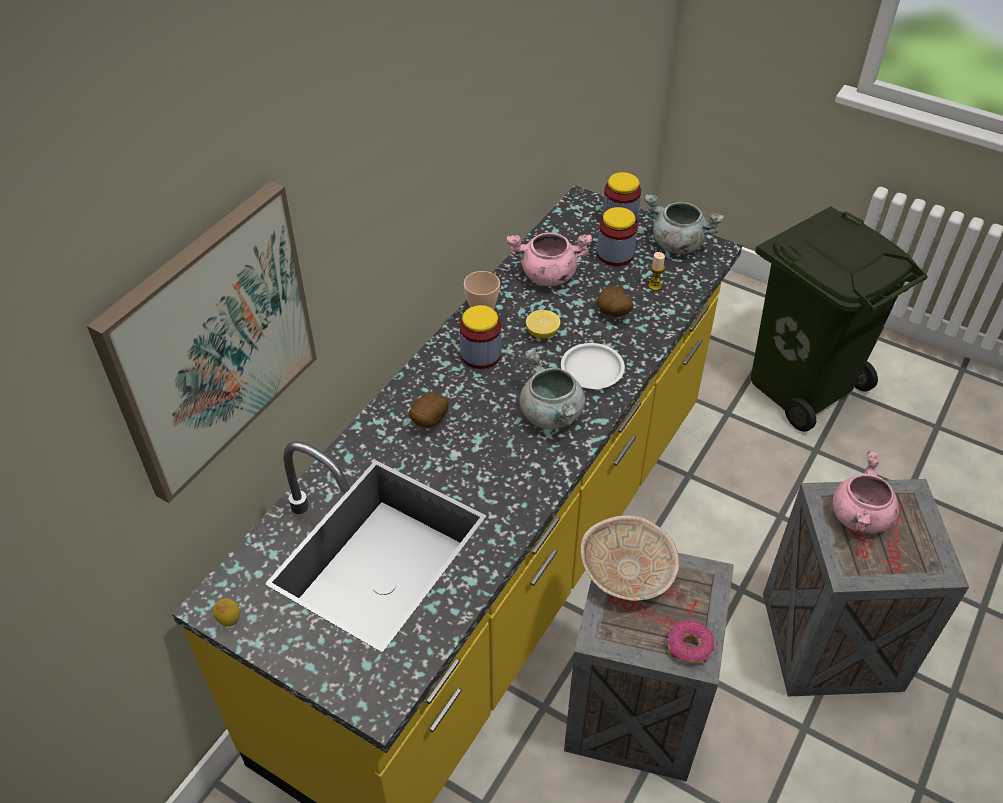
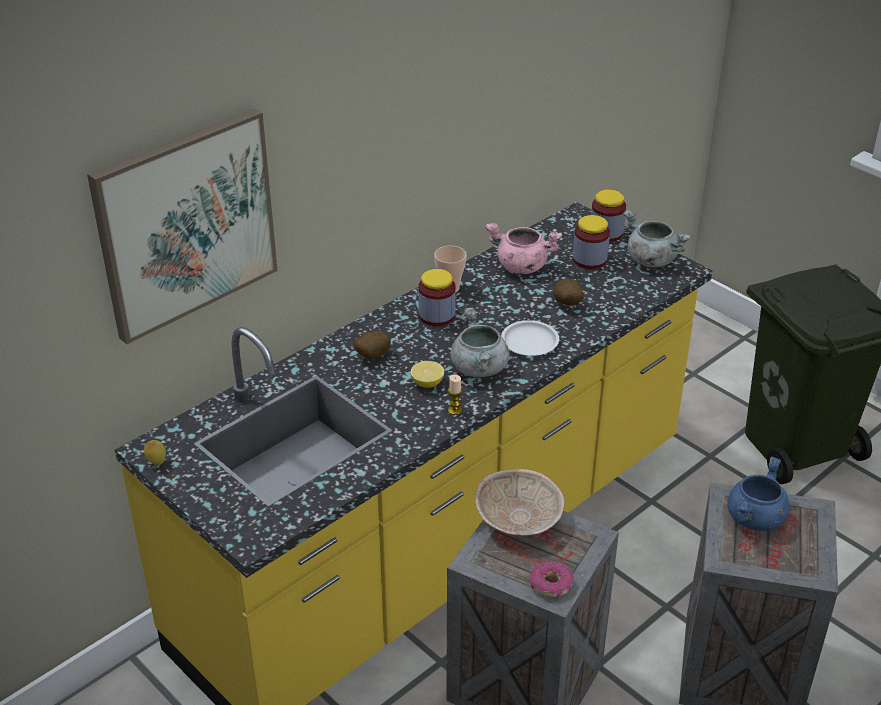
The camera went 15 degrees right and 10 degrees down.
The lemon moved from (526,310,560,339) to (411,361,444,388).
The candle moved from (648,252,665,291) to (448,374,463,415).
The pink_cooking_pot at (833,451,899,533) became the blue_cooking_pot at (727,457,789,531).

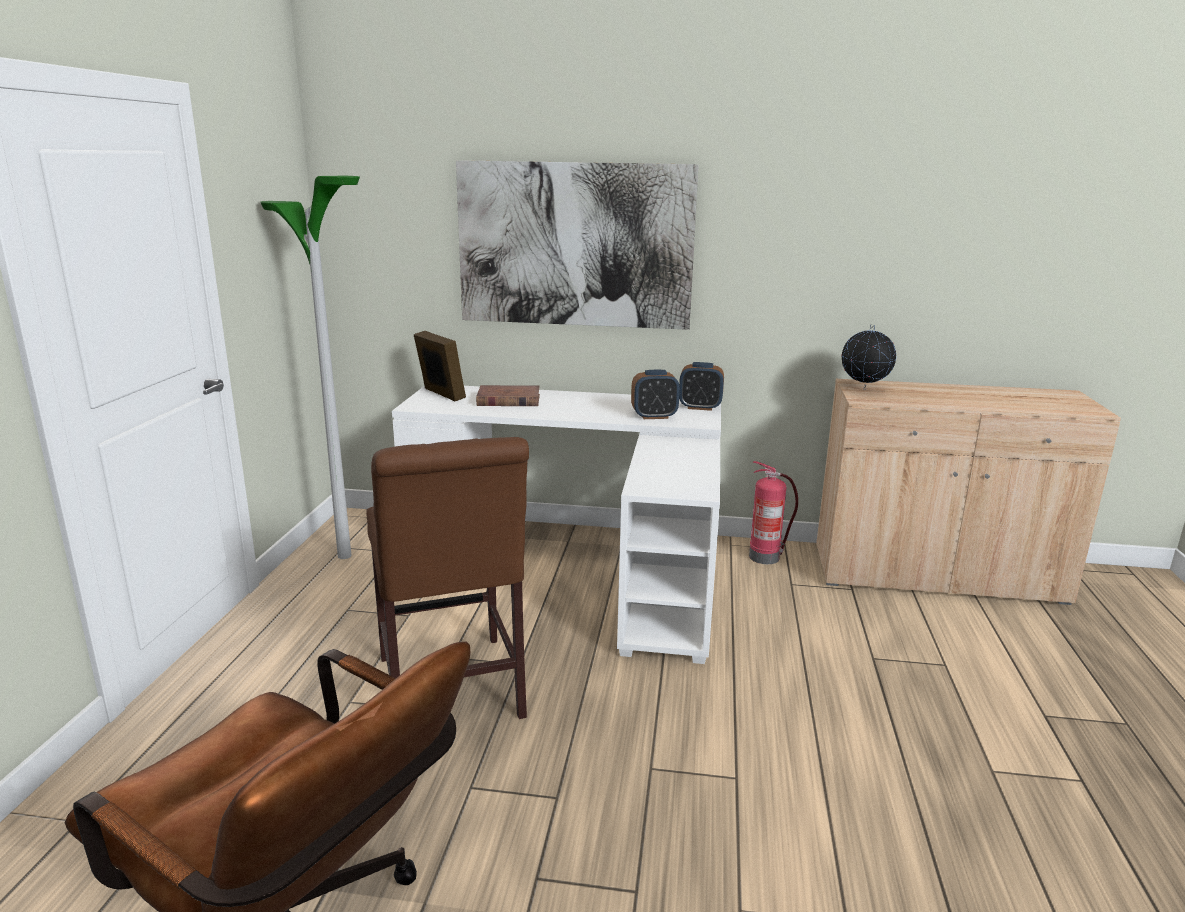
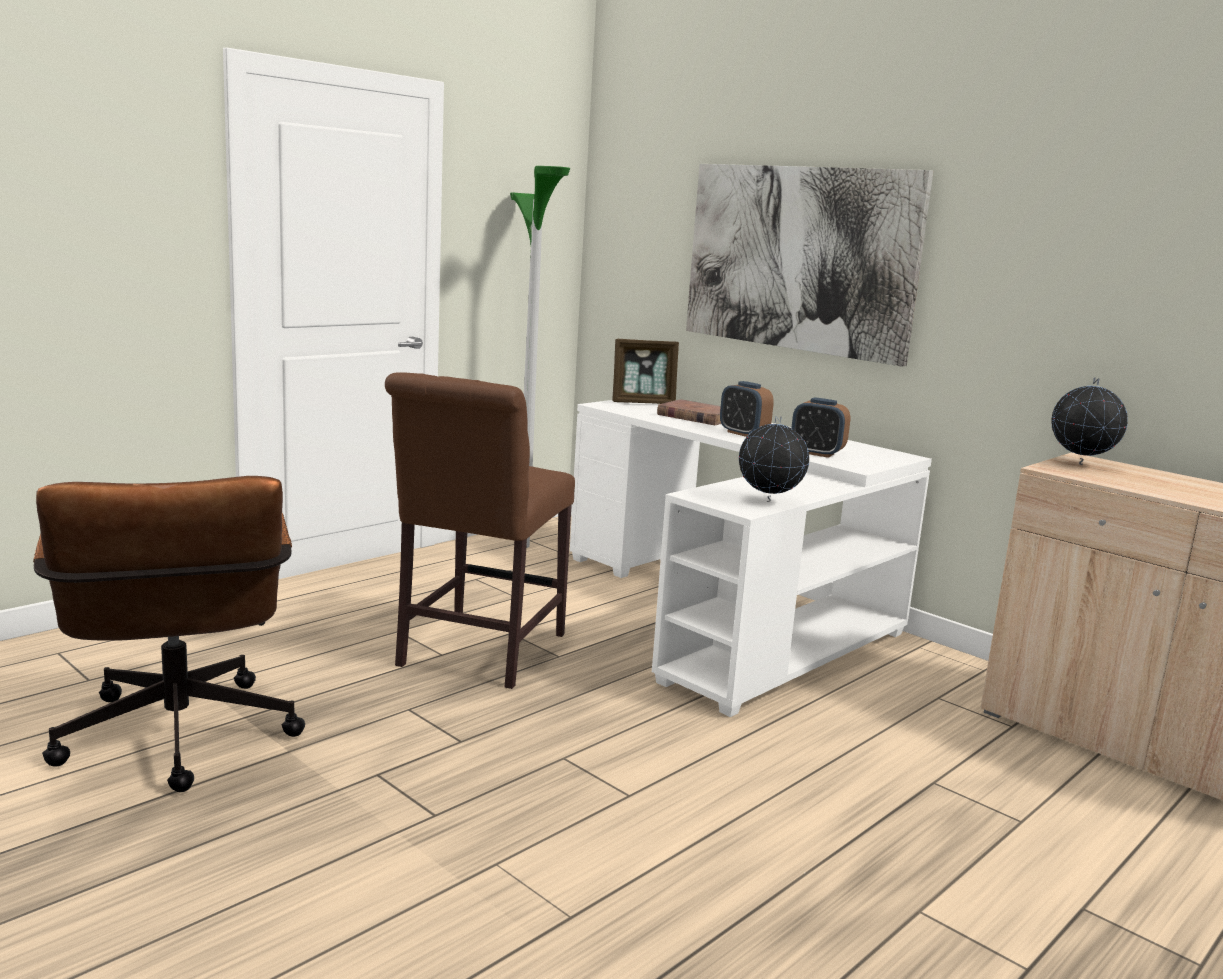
The camera went 35 degrees right and 5 degrees down.
The picture_frame at (414,331,466,401) turned 90 degrees clockwise.
The alarm_clock moved from (679,362,724,411) to (720,381,774,437).
The fire_extinguisher at (749,461,798,564) disappeared.
The globe at (739,416,809,502) appeared.

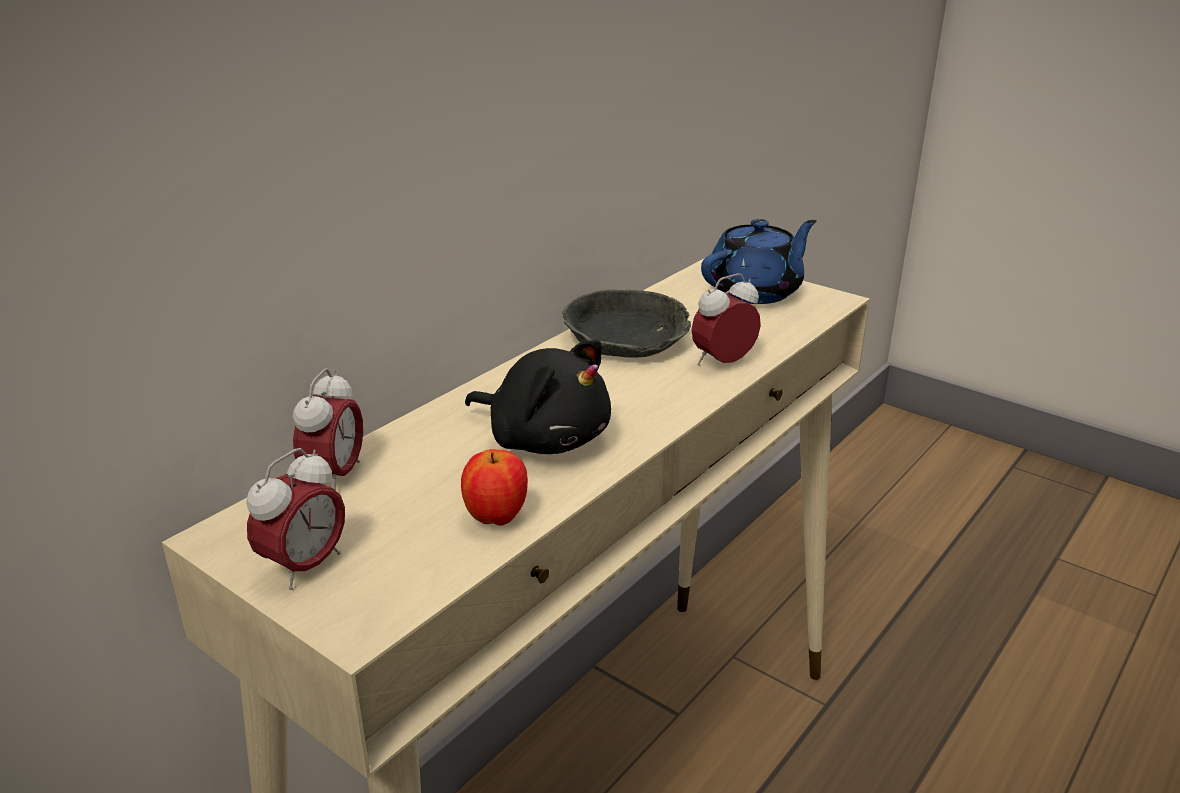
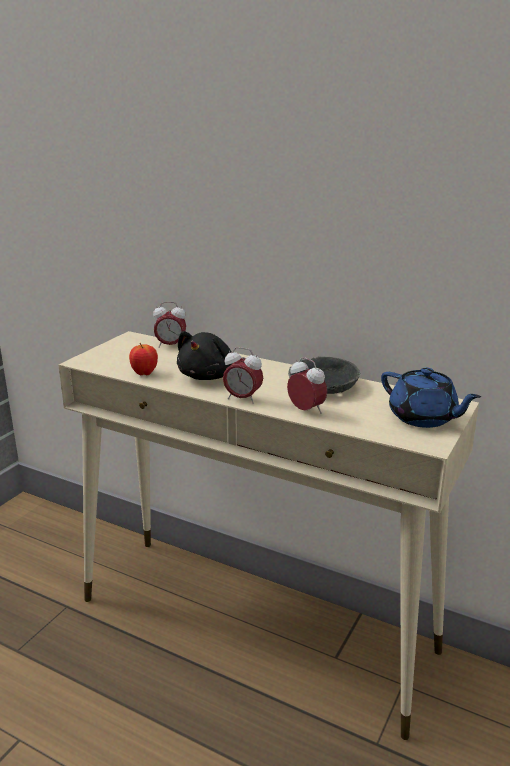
The camera went 80 degrees right and 5 degrees down.
The alarm_clock moved from (246,448,345,590) to (223,347,263,404).

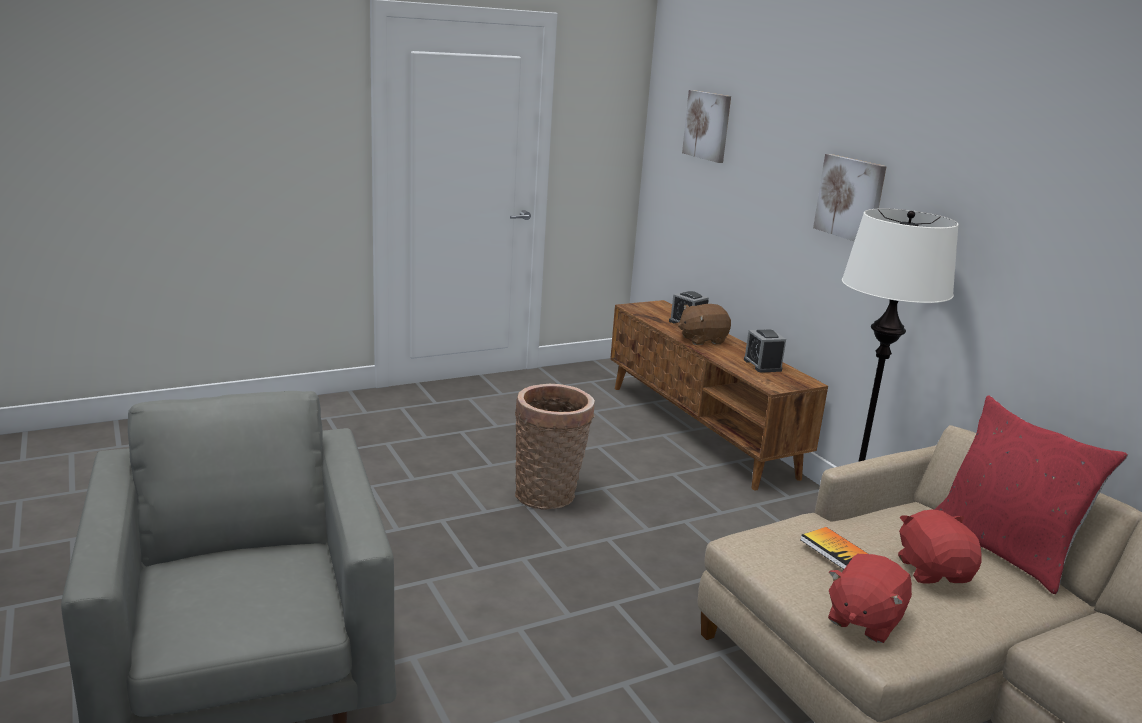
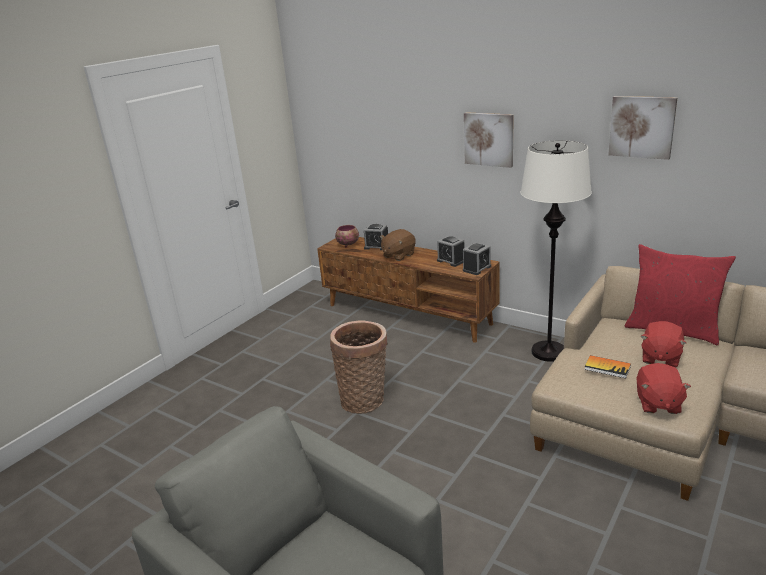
The camera went 25 degrees left and 5 degrees up.
The picture moved from (682,90,731,163) to (608,96,678,160).
The red_plush_toy at (898,509,982,583) turned 120 degrees counterclockwise.
The bowl at (335,225,359,247) appeared.
The alarm_clock at (463,243,491,275) appeared.

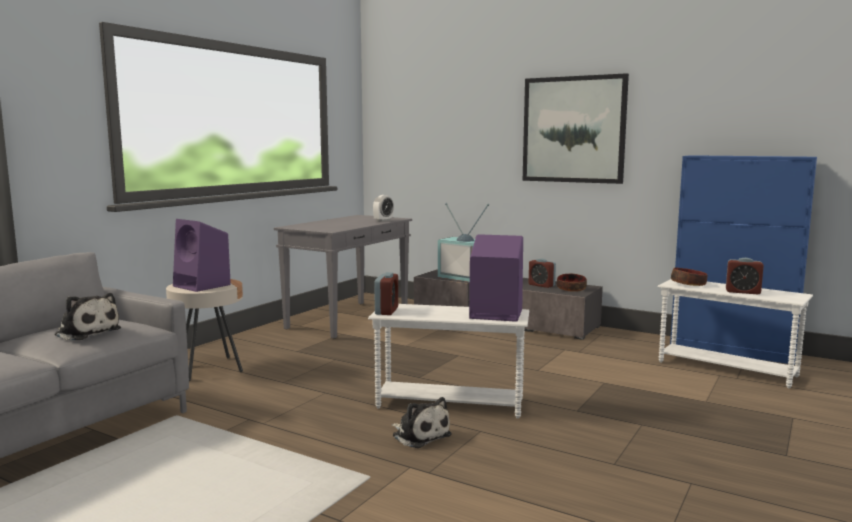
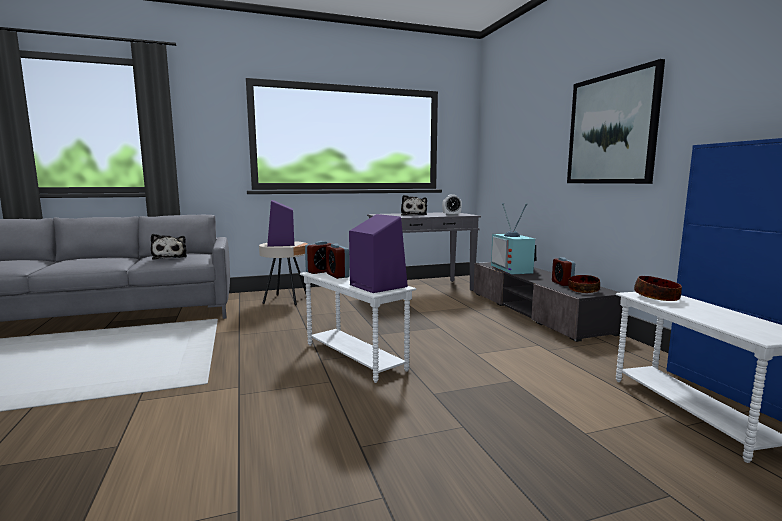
The camera went 40 degrees right and 0 degrees up.
The plush_toy moved from (391,397,452,448) to (401,195,427,215).
The alarm_clock moved from (726,258,764,294) to (326,243,349,279).

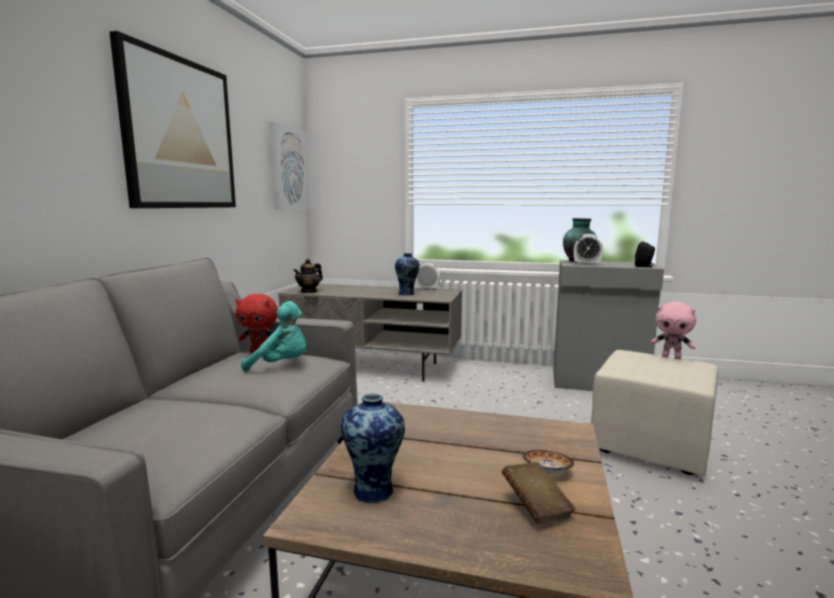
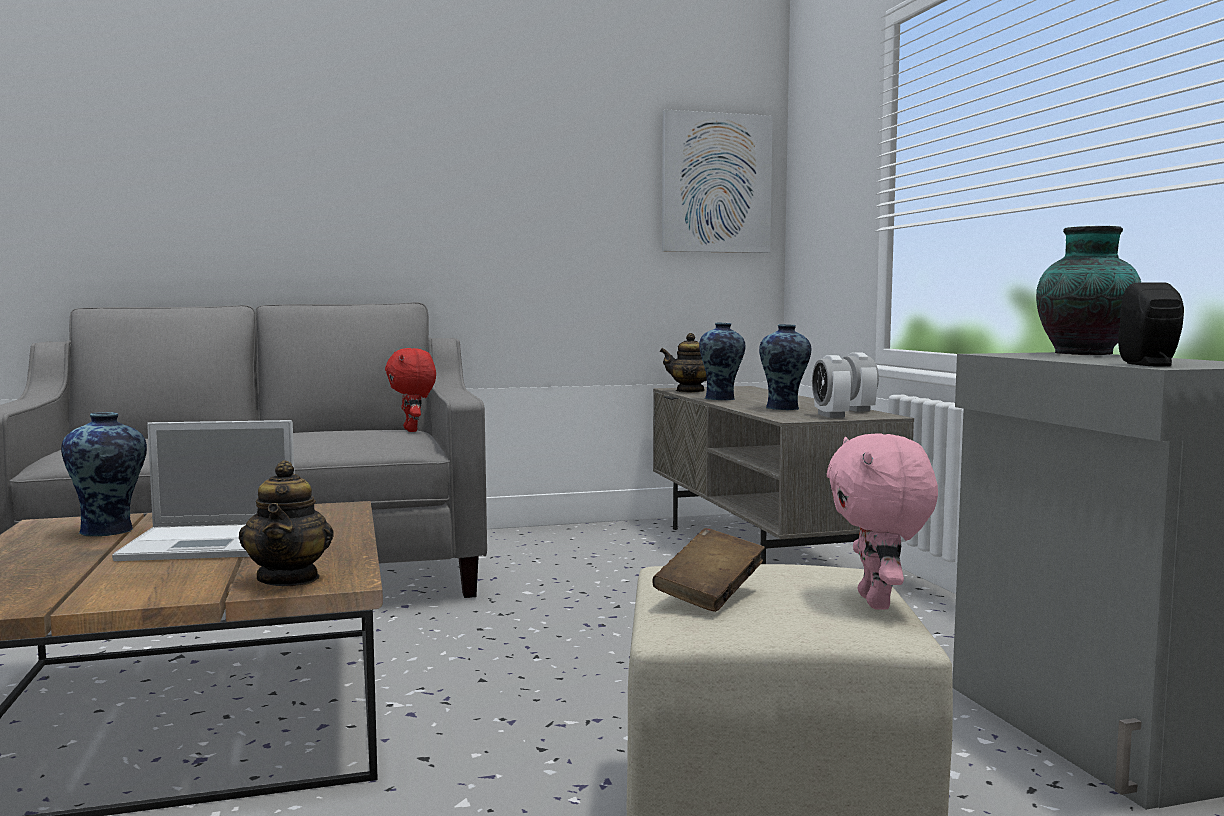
The camera went 60 degrees right and 5 degrees down.
The picture at (110,31,236,208) disappeared.
The turquoise_plush_toy at (241,301,306,372) disappeared.
The brown_book moved from (502,462,576,524) to (652,528,765,612).
The bowl at (523,450,574,474) disappeared.
The alarm_clock moved from (574,234,603,266) to (812,355,853,418).
The laptop at (112,420,295,561) appeared.
The teapot at (239,460,334,586) appeared.
The vase at (699,322,746,400) appeared.

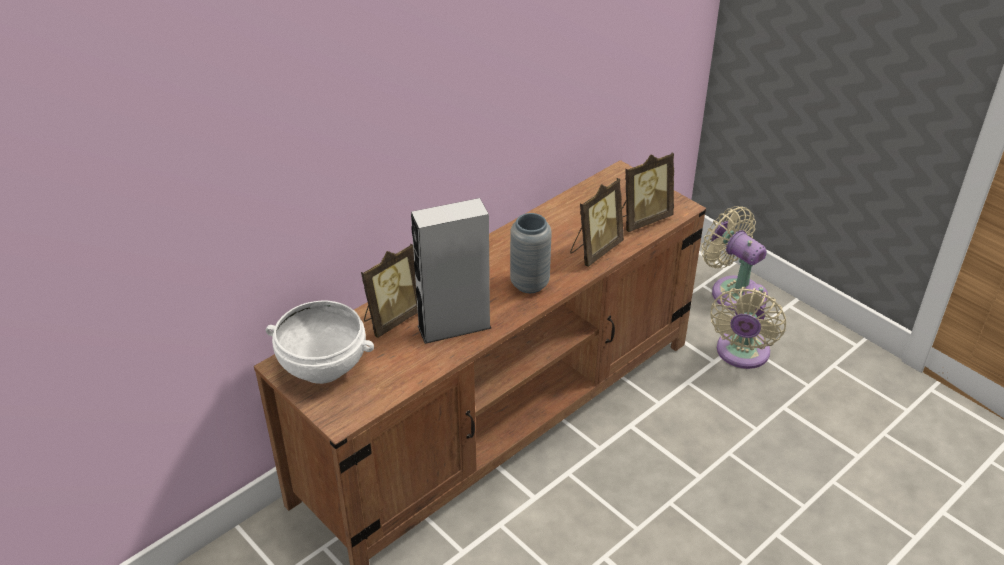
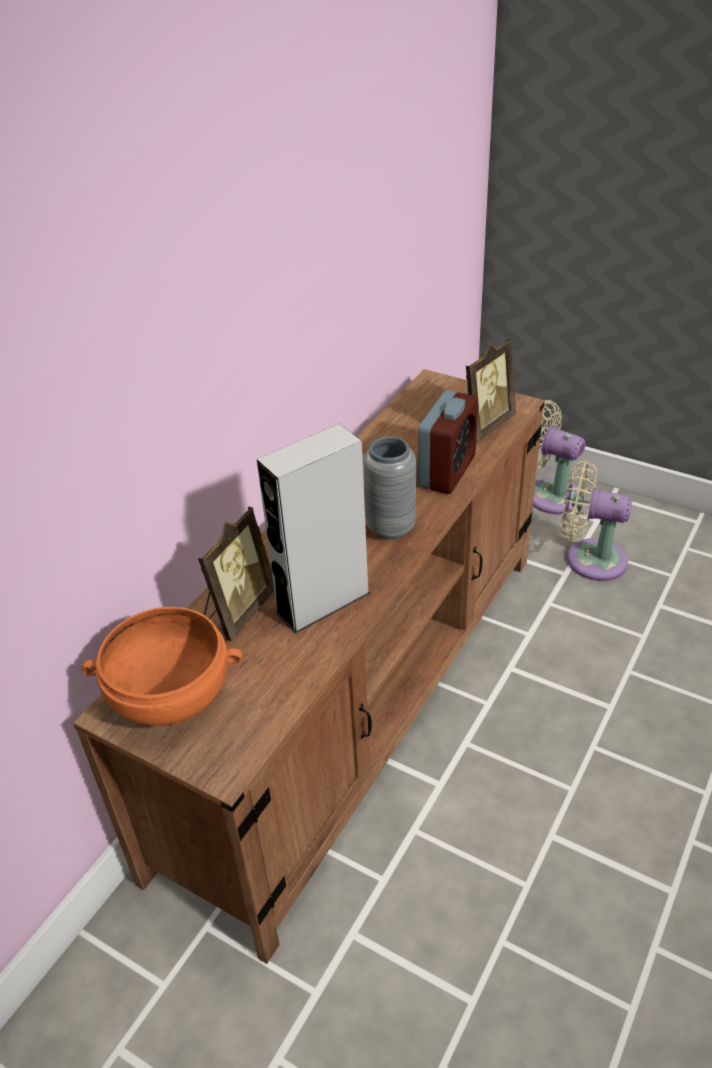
The camera went 15 degrees left and 0 degrees up.
The white_bowl at (266,300,374,384) became the orange_bowl at (82,607,243,726).
The picture_frame at (570,178,624,267) was replaced by the alarm_clock at (418,390,478,494).
The beige_fan at (710,283,786,369) turned 105 degrees clockwise.

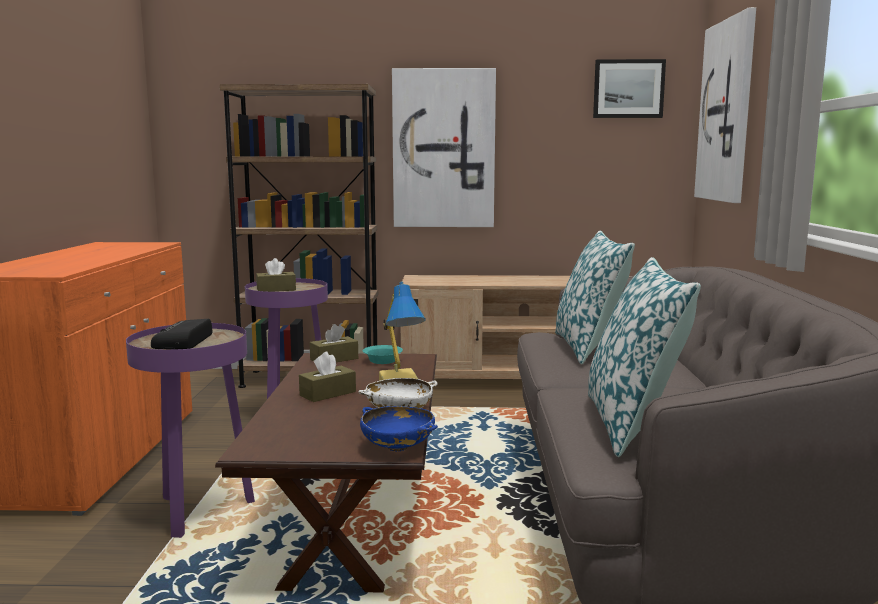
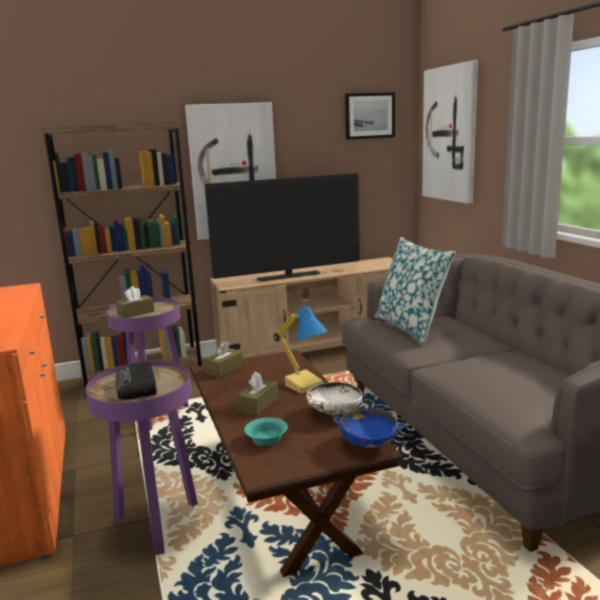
The camera went 20 degrees left and 5 degrees up.
The turquoise_bowl moved from (363,345,403,364) to (244,417,288,445).
The pillow at (588,257,701,457) disappeared.
The television at (205,173,360,281) appeared.

